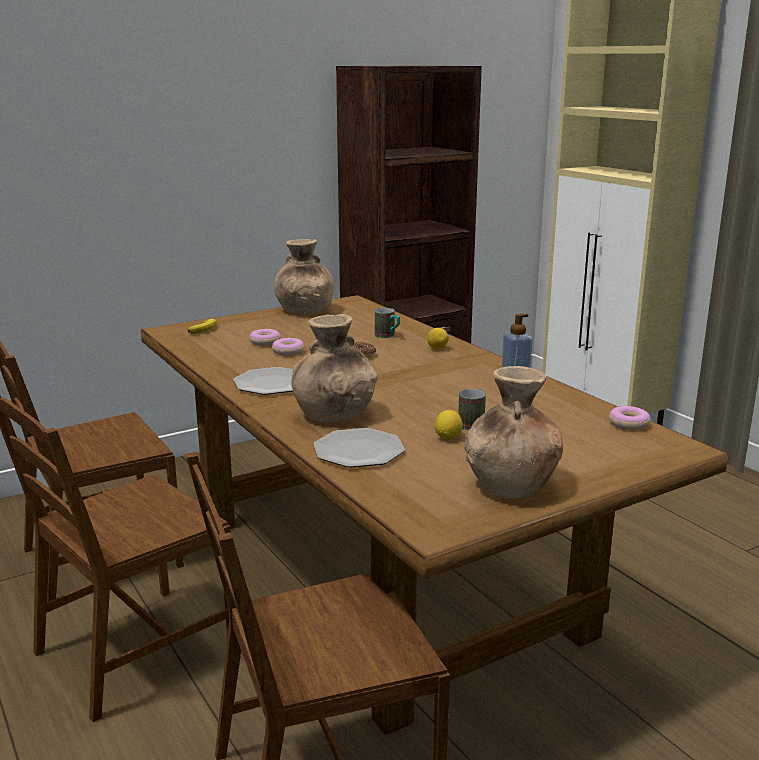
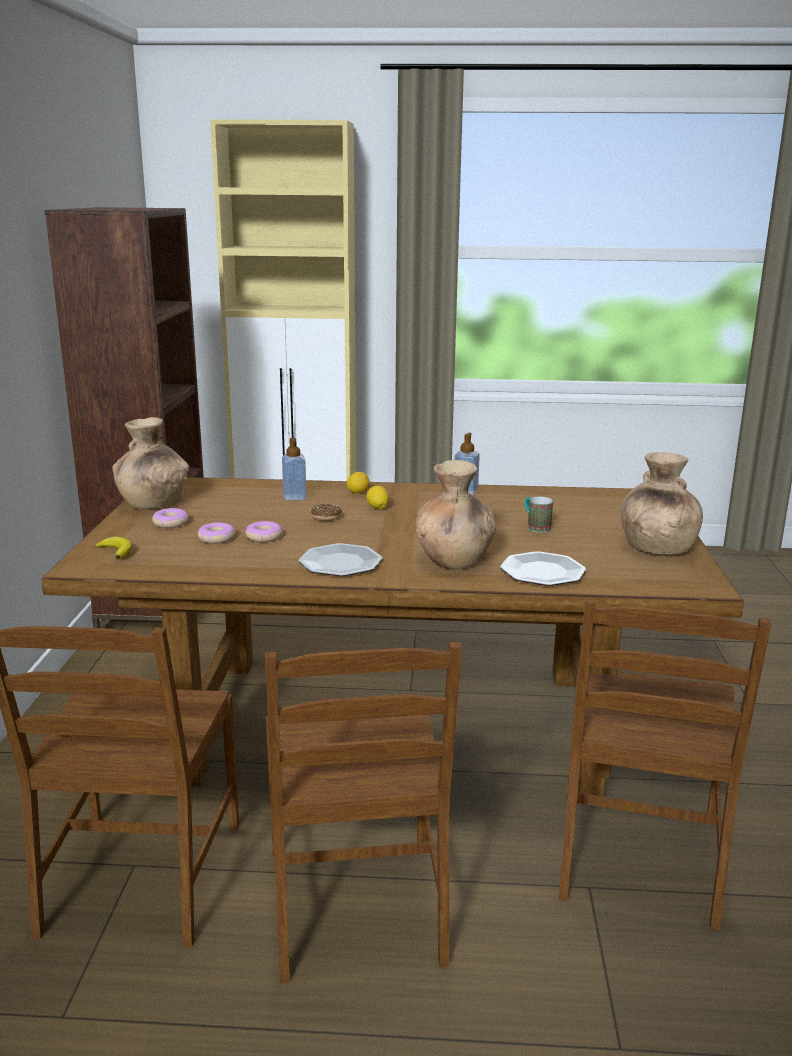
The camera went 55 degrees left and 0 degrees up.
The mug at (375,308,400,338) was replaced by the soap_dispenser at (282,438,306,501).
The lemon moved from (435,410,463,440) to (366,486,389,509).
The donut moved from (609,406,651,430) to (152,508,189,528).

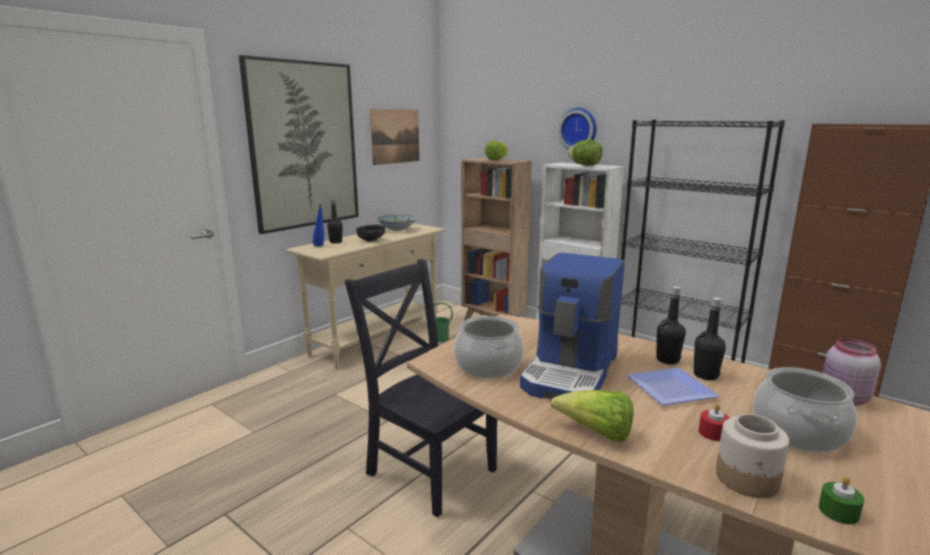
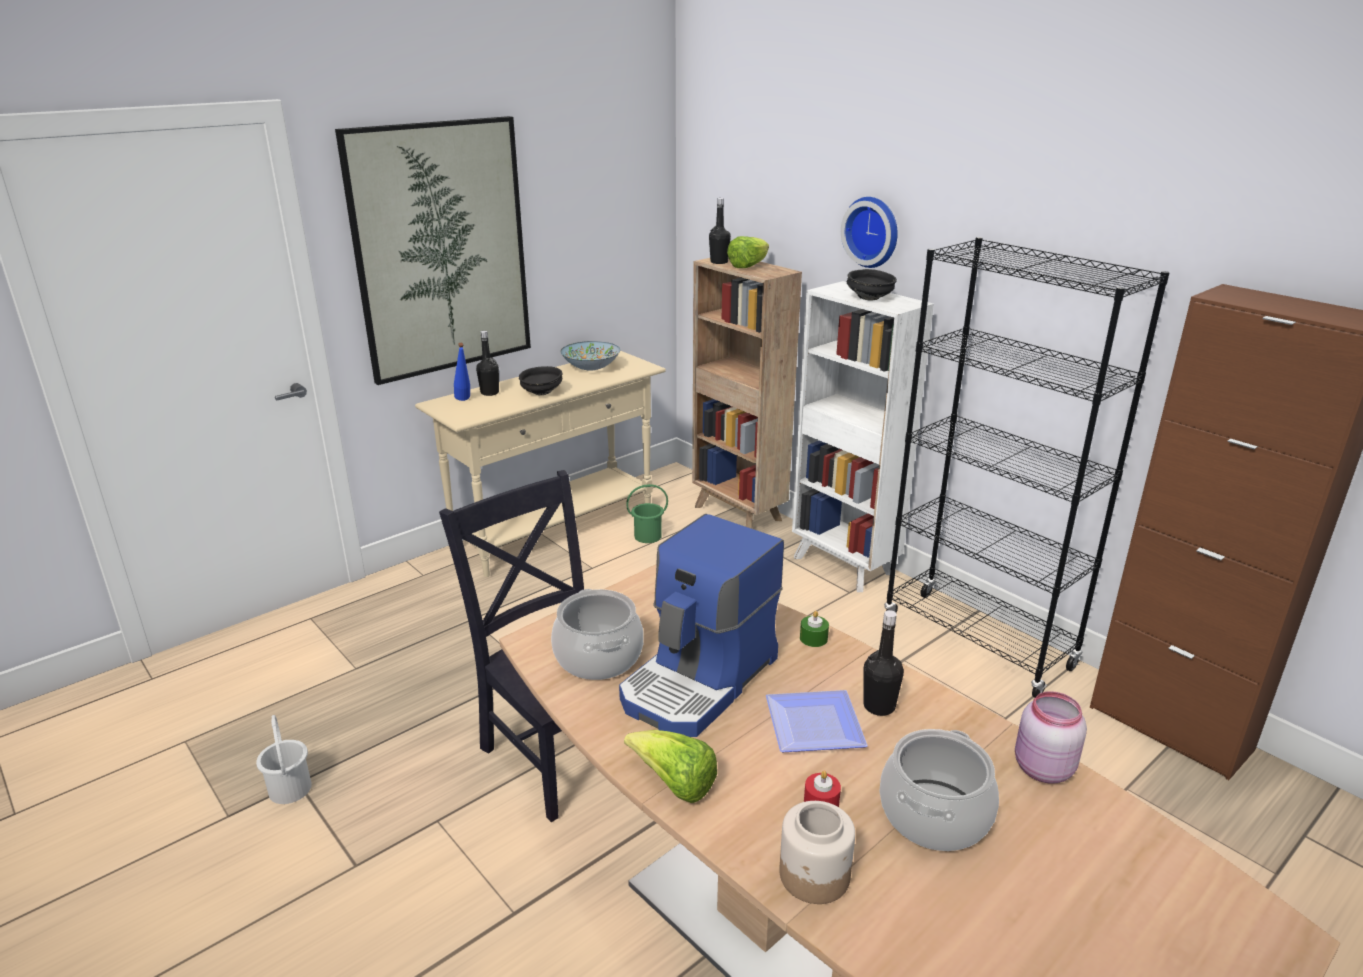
The camera went 10 degrees right and 10 degrees up.
The picture at (370,109,419,165) disappeared.
The lettuce at (568,140,602,166) was replaced by the black_bowl at (847,269,897,301).
The black_bottle moved from (656,286,686,365) to (709,198,731,264).
The green_candle moved from (819,477,864,525) to (800,611,829,647).
The white_bucket at (256,715,312,804) appeared.

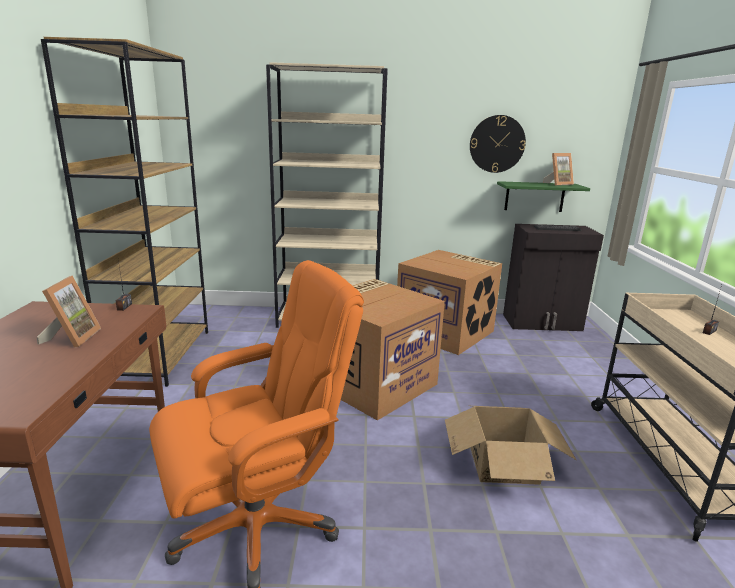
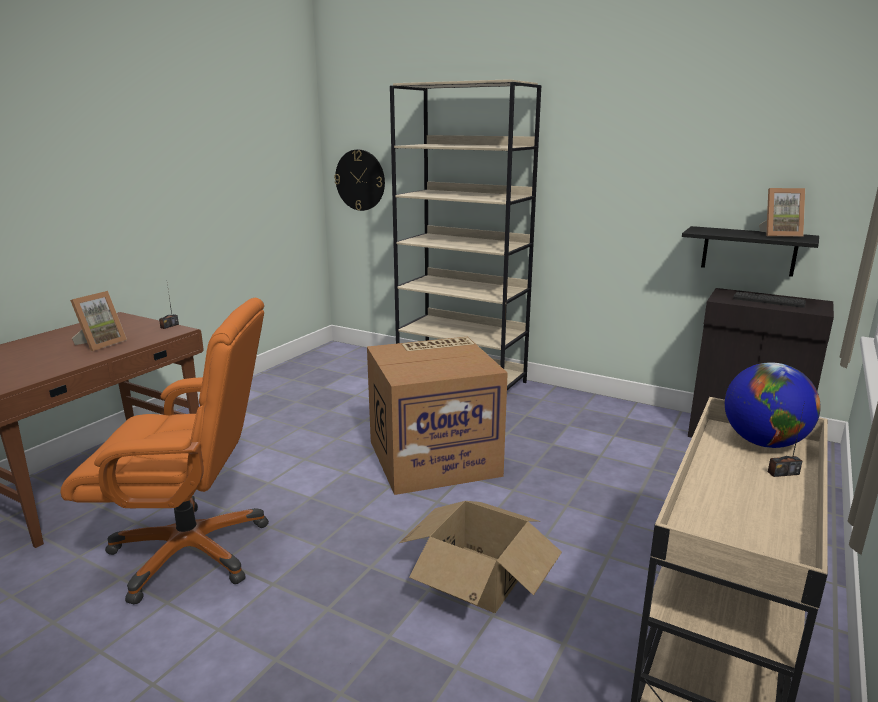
The camera went 30 degrees right and 0 degrees up.
The brown_bookcase at (41,37,208,387) disappeared.
The cardboard_box at (397,250,502,355) disappeared.
The wall_clock moved from (470,115,526,173) to (334,149,385,211).
The green_shelf at (497,181,590,212) became the black_shelf at (682,226,819,277).
The globe at (725,362,821,448) appeared.

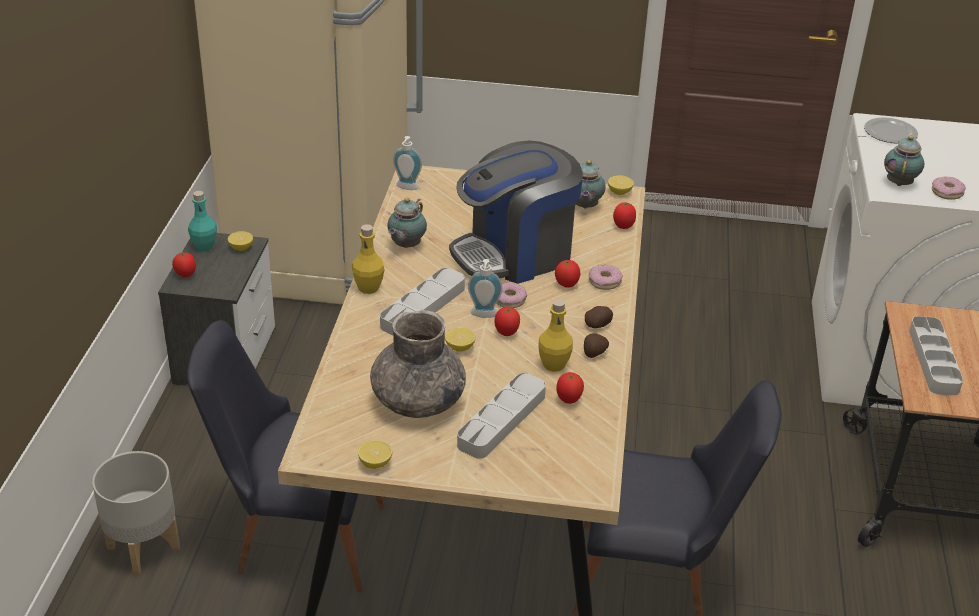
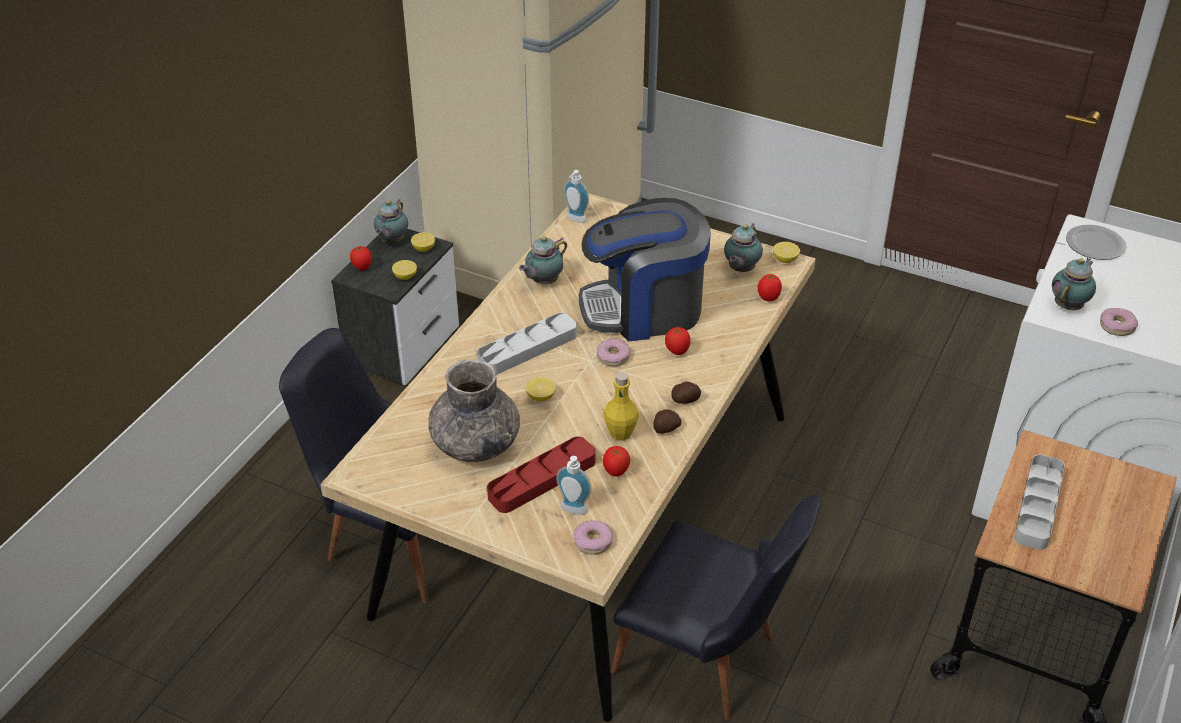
The camera went 20 degrees right and 5 degrees up.
The grey_planter at (92,451,180,575) disappeared.
The turquoise_bottle at (188,191,217,251) was replaced by the teapot at (374,199,408,243).
The yellow_bottle at (352,224,385,294) disappeared.
The lemon moved from (358,440,392,469) to (392,260,417,280).
The grey_tray at (457,373,546,459) became the red_tray at (487,437,596,513).
The soap_dispenser moved from (468,259,503,318) to (556,456,592,515).
The tomato at (494,307,520,336) disappeared.
The donut moved from (589,265,623,290) to (573,520,613,555).

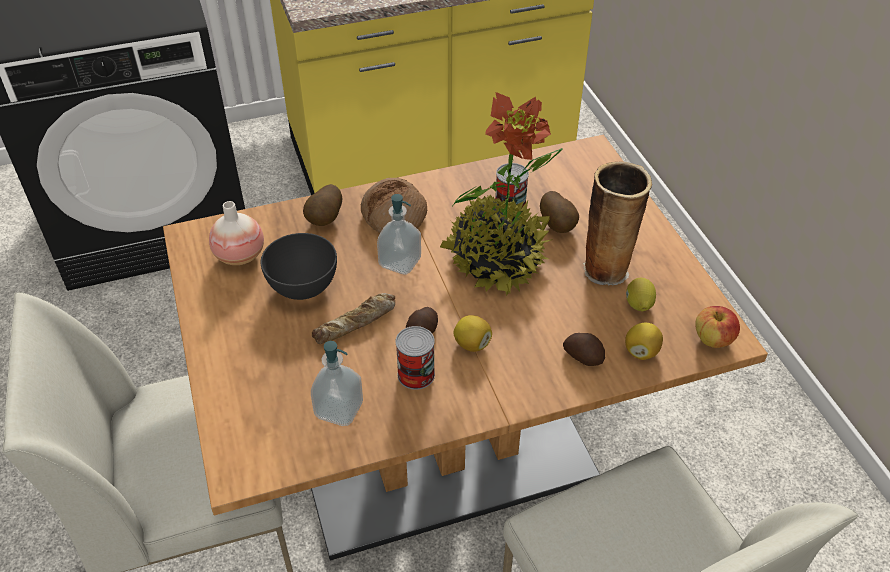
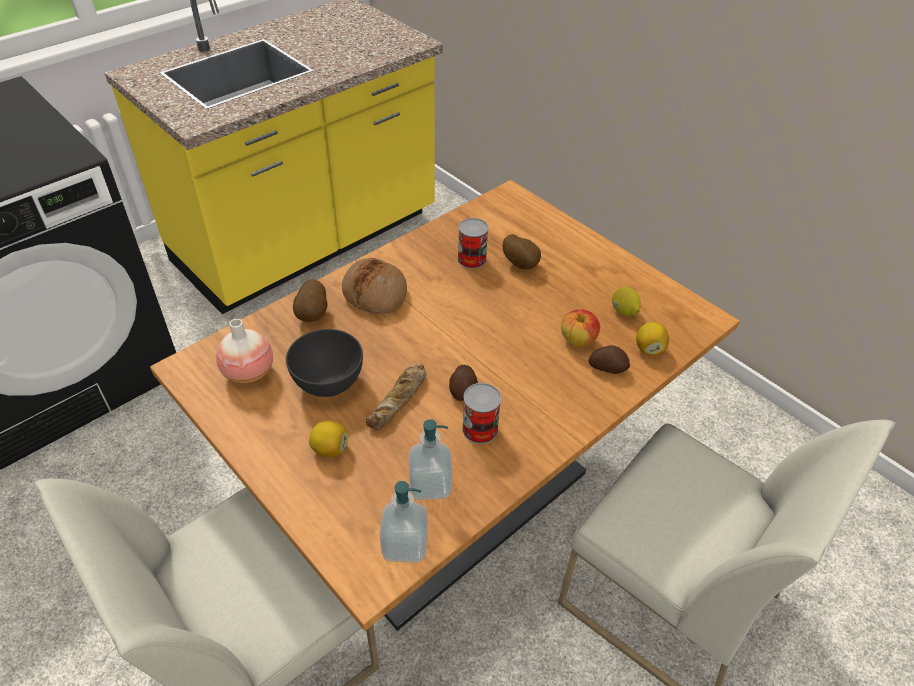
The camera went 25 degrees left and 0 degrees up.
The soap_dispenser moved from (377,194,421,275) to (379,481,428,563).
The potted_plant at (440,92,563,296) disappeared.
The lemon moved from (453,315,492,352) to (309,420,348,457).
The vase at (582,162,652,285) disappeared.
The apple moved from (695,306,740,348) to (561,309,600,347).

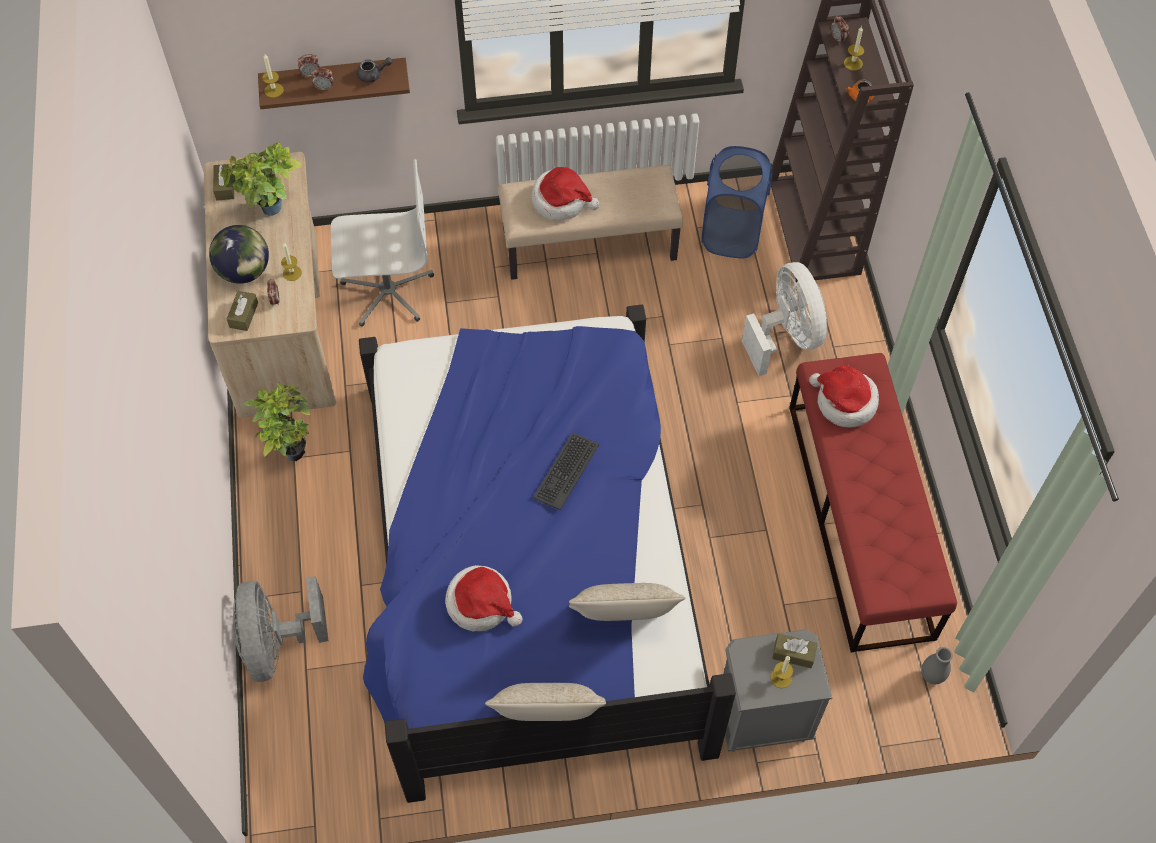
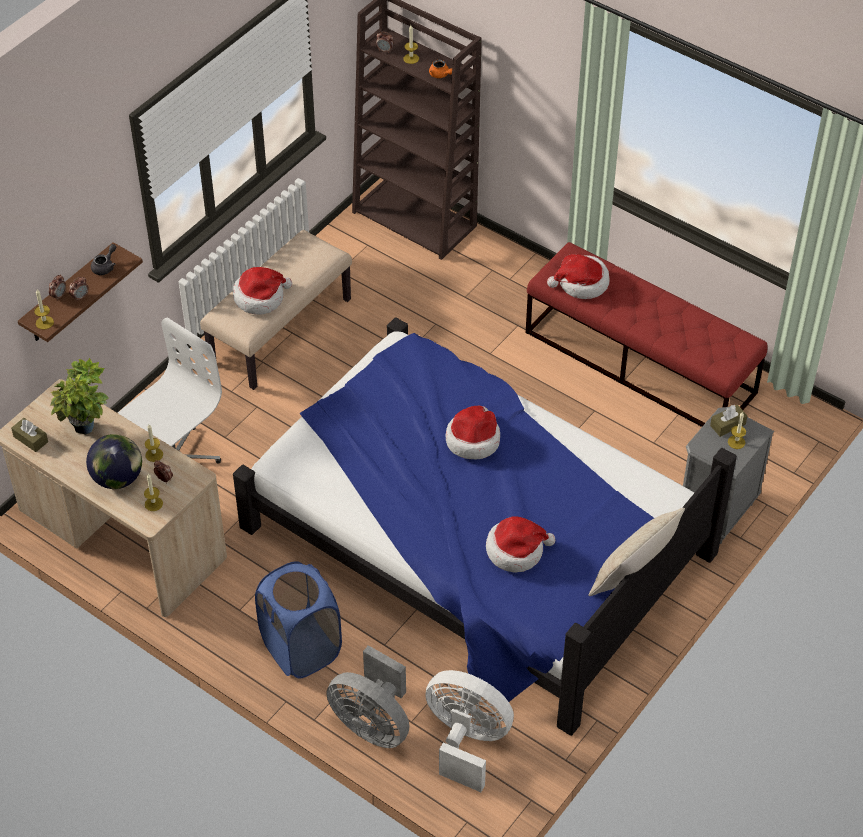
The camera went 45 degrees left and 10 degrees down.
The brown_tissue_box at (227,291,258,331) was replaced by the candle at (144,474,163,511).
The potted_plant at (244,382,310,461) disappeared.
The keyboard at (533,433,599,510) was replaced by the hat at (446,406,500,459).
The beige_pillow at (569,583,685,621) disappeared.
The blue_laundry_basket moved from (701,146,773,259) to (255,561,342,678).
The white_fan moved from (742,262,827,376) to (425,670,514,792).
The grey_vase at (921,647,953,684) disappeared.

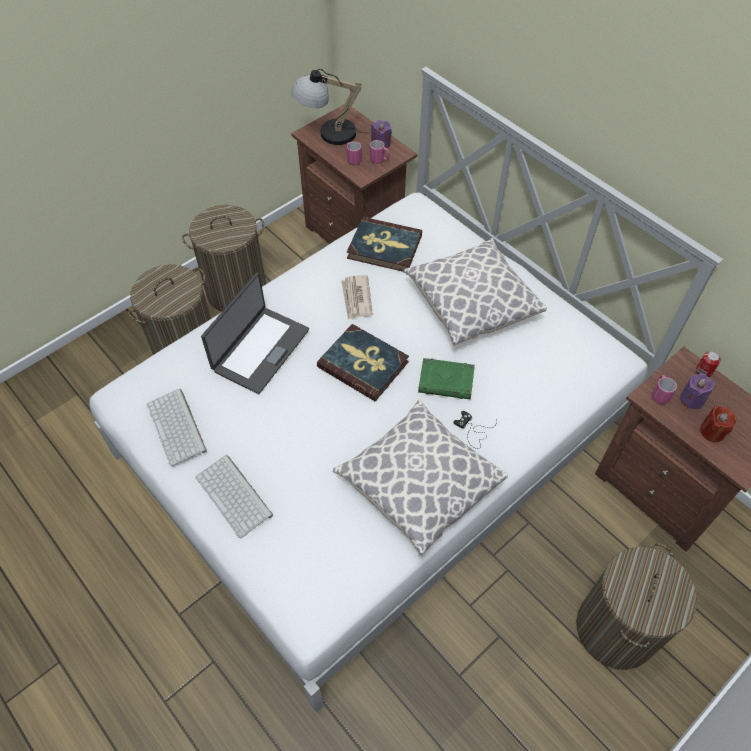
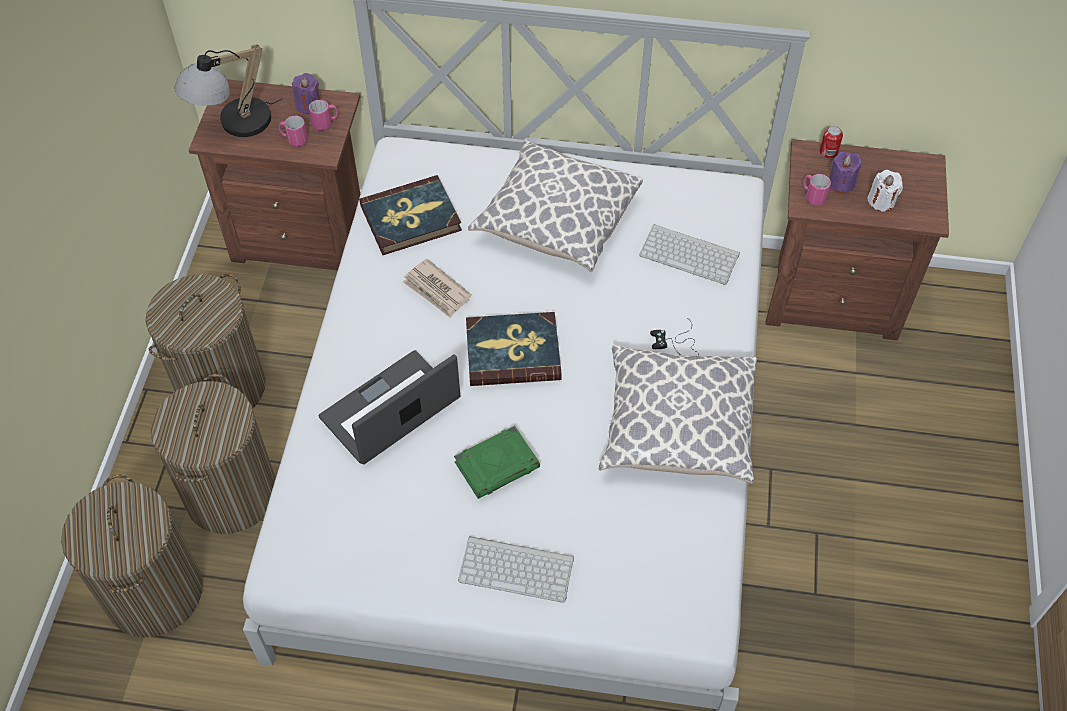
The camera went 40 degrees left and 0 degrees up.
The keyboard moved from (147,389,207,466) to (639,224,740,285).
The laptop at (201,273,309,394) turned 120 degrees counterclockwise.
The green_book moved from (418,358,475,400) to (454,426,540,499).
The laundry_basket moved from (576,543,697,670) to (61,474,203,638).
The red_candle at (700,406,736,442) became the white_candle at (867,170,903,212).

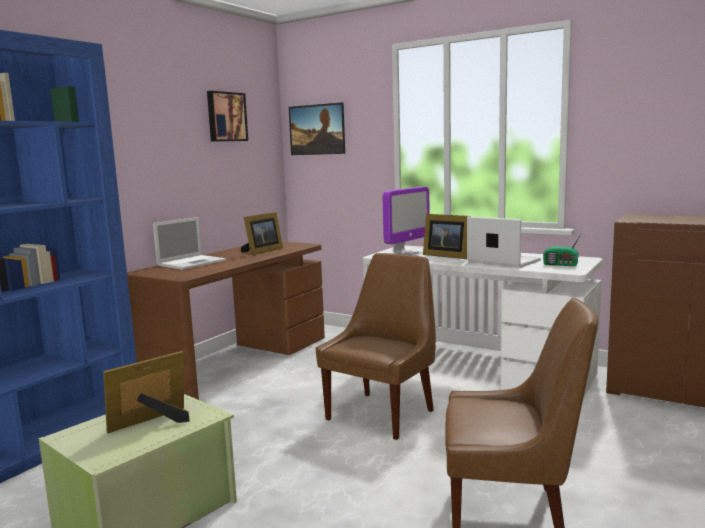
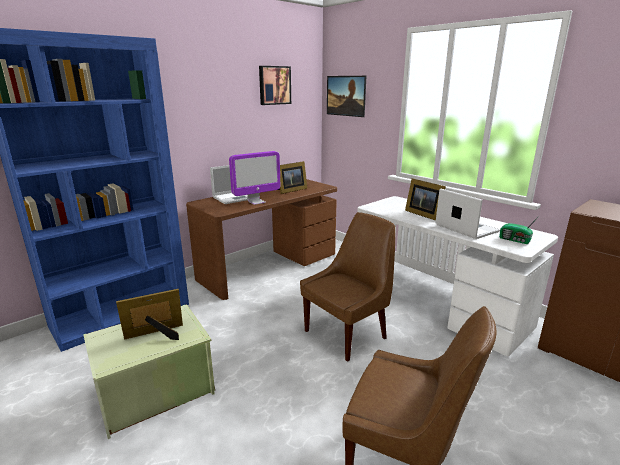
The camera went 15 degrees right and 10 degrees up.
The monitor moved from (383,187,430,255) to (229,151,280,205).

